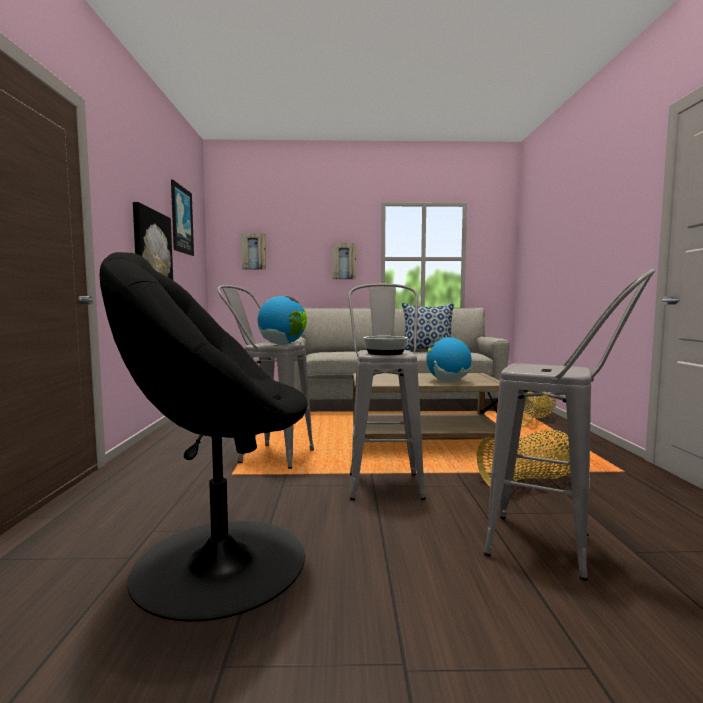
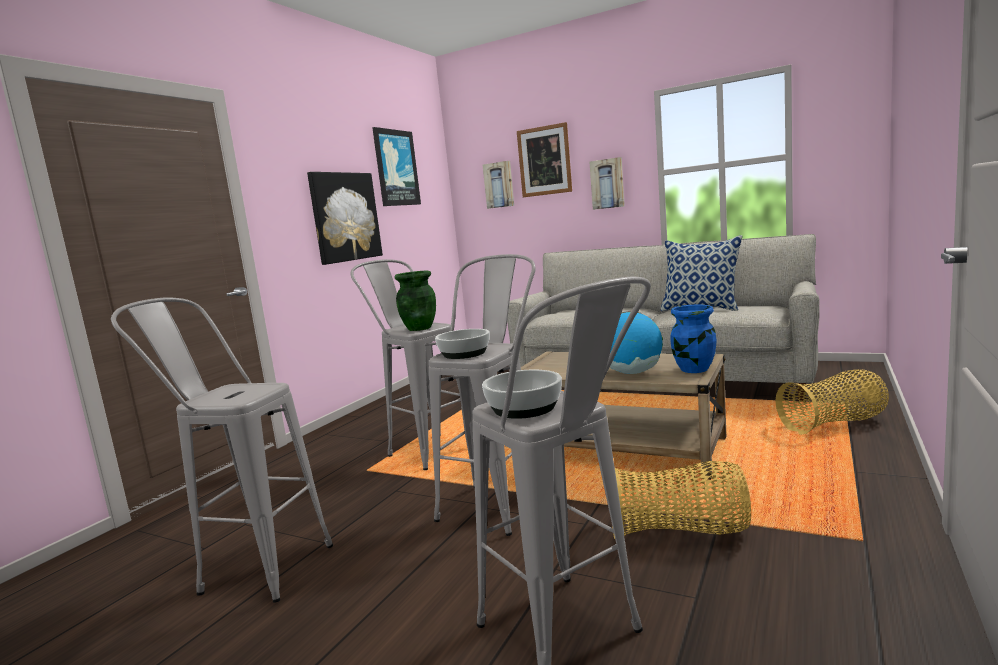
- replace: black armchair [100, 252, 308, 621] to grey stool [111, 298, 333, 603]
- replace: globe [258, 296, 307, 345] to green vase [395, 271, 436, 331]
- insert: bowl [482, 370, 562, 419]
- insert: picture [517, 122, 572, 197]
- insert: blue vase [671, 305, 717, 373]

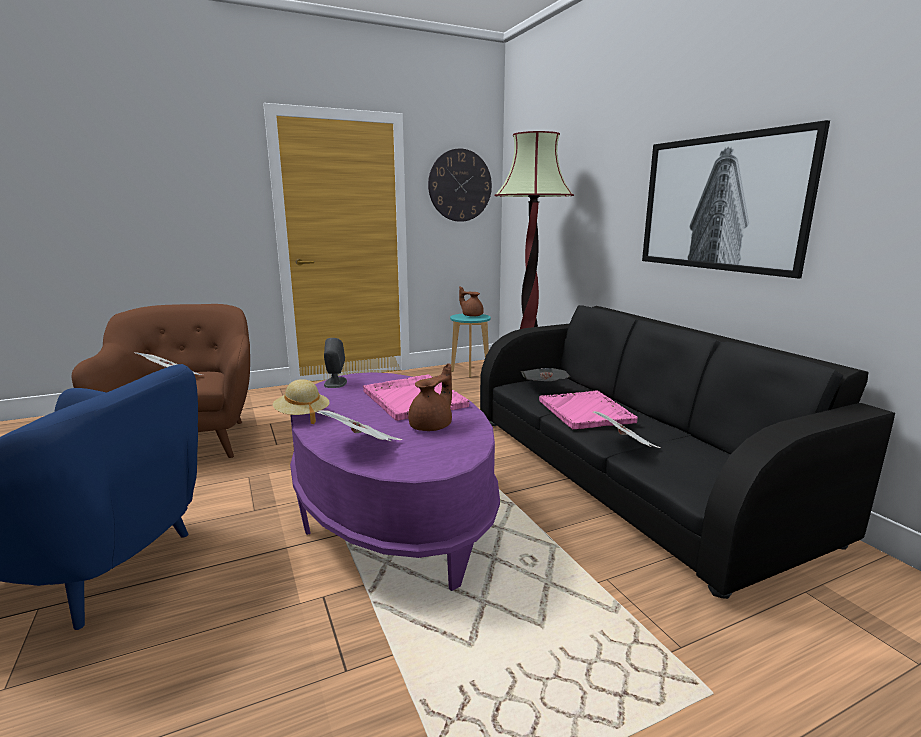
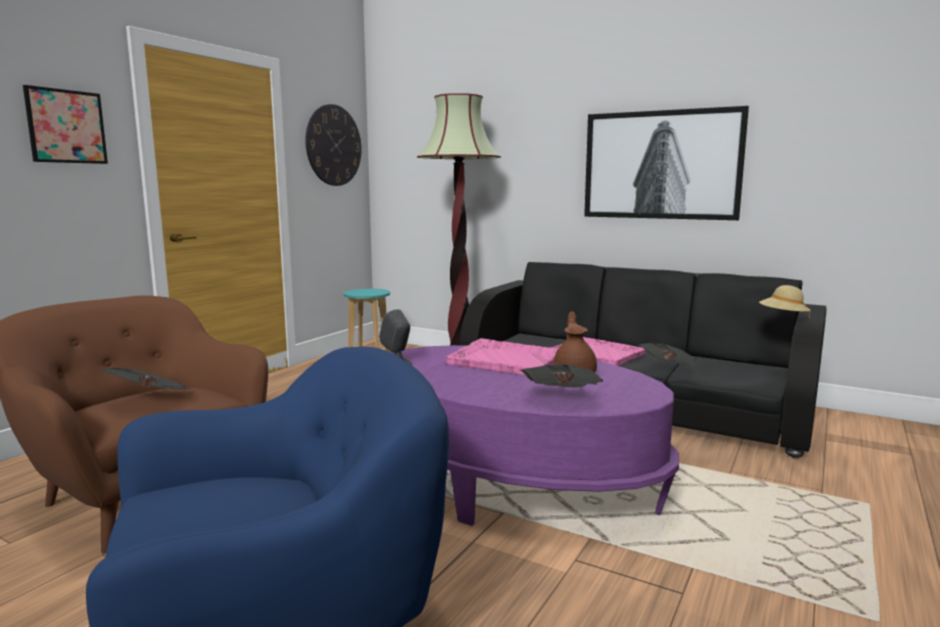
- move: beige hat [273, 379, 330, 424] to [759, 285, 811, 319]
- delete: brown teapot [459, 286, 484, 317]
- delete: newspaper [521, 368, 570, 381]
- insert: picture [23, 85, 108, 164]

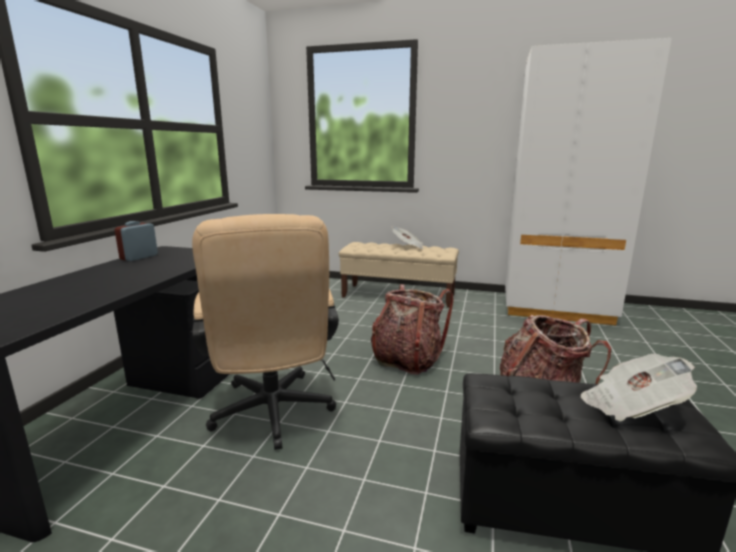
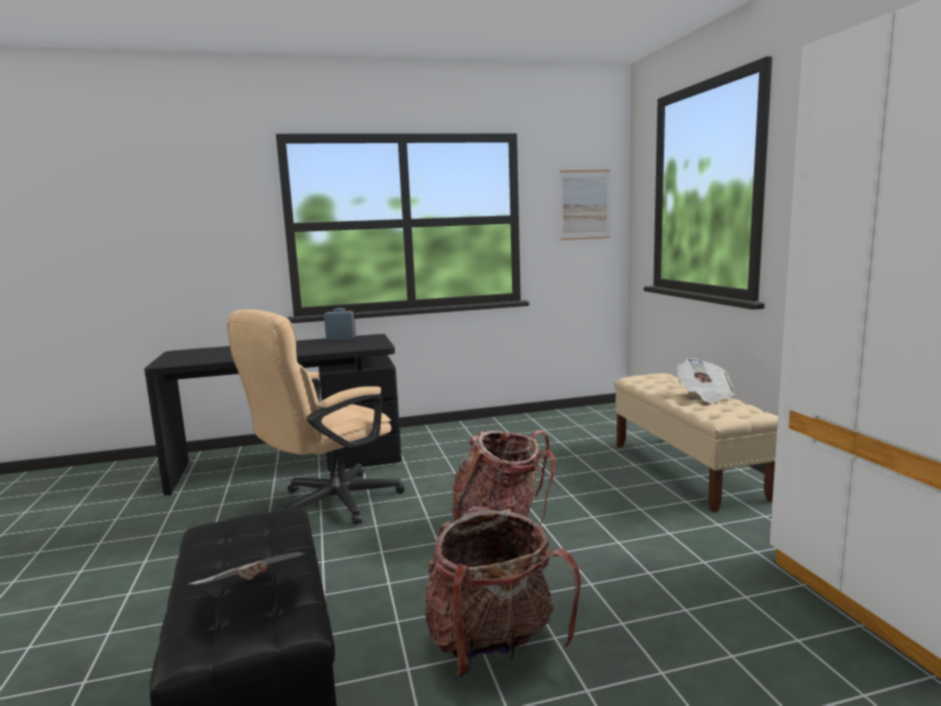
- insert: picture [560, 170, 610, 240]

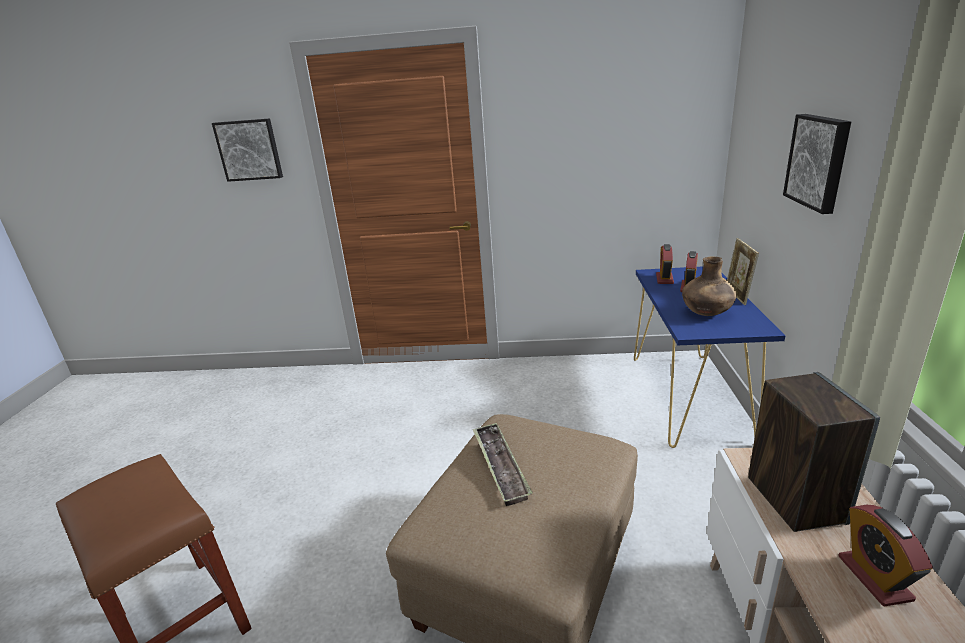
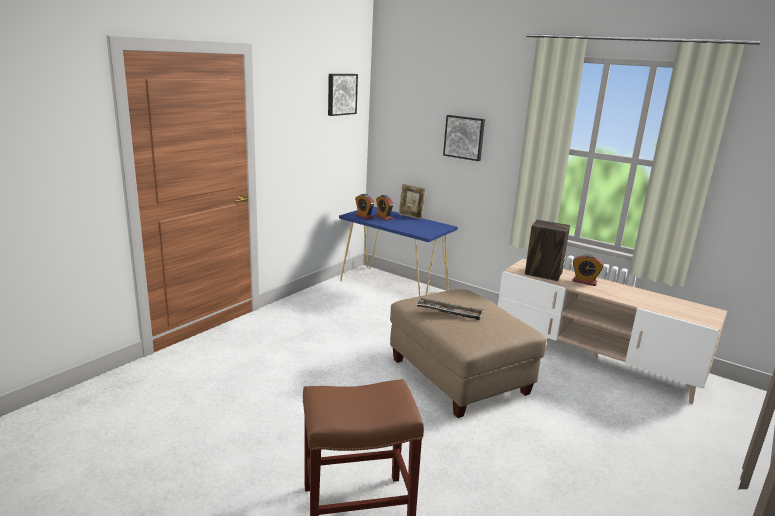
- move: picture [212, 118, 283, 182] to [328, 74, 358, 116]
- delete: brown vase [682, 256, 737, 316]

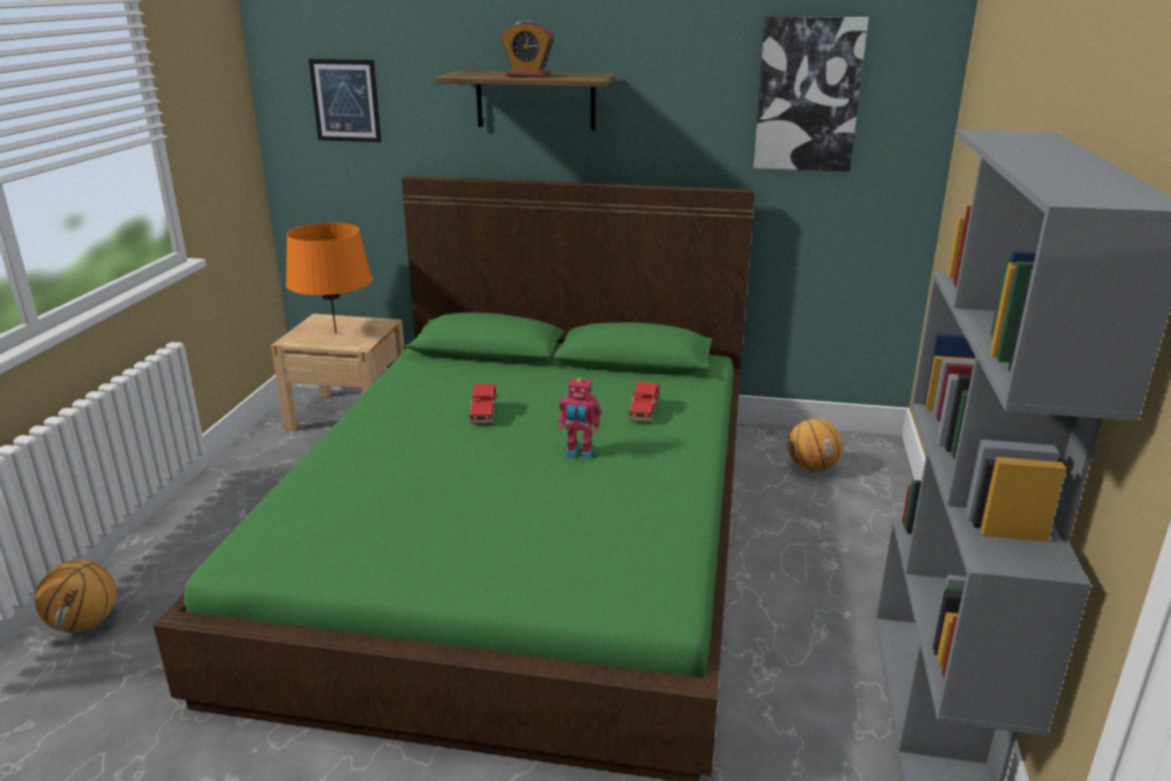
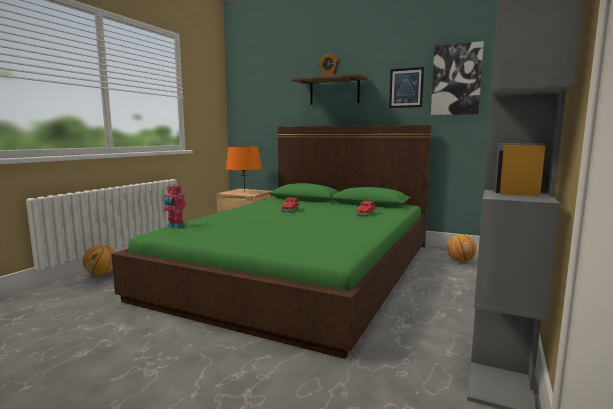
- move: picture [309, 59, 381, 142] to [389, 67, 424, 108]
- move: toy robot [558, 378, 601, 459] to [163, 184, 186, 228]

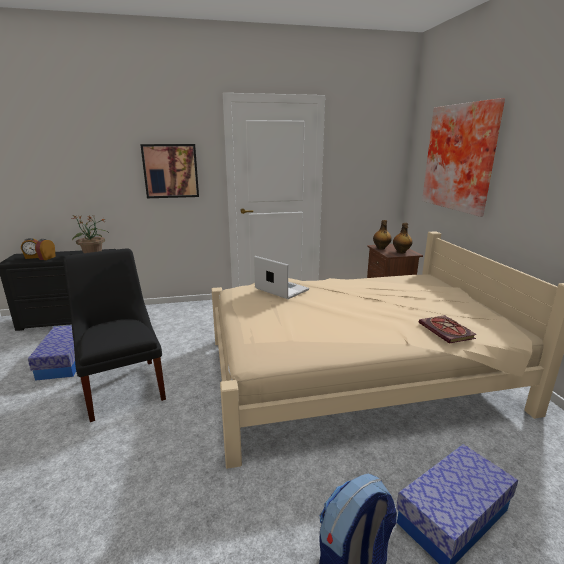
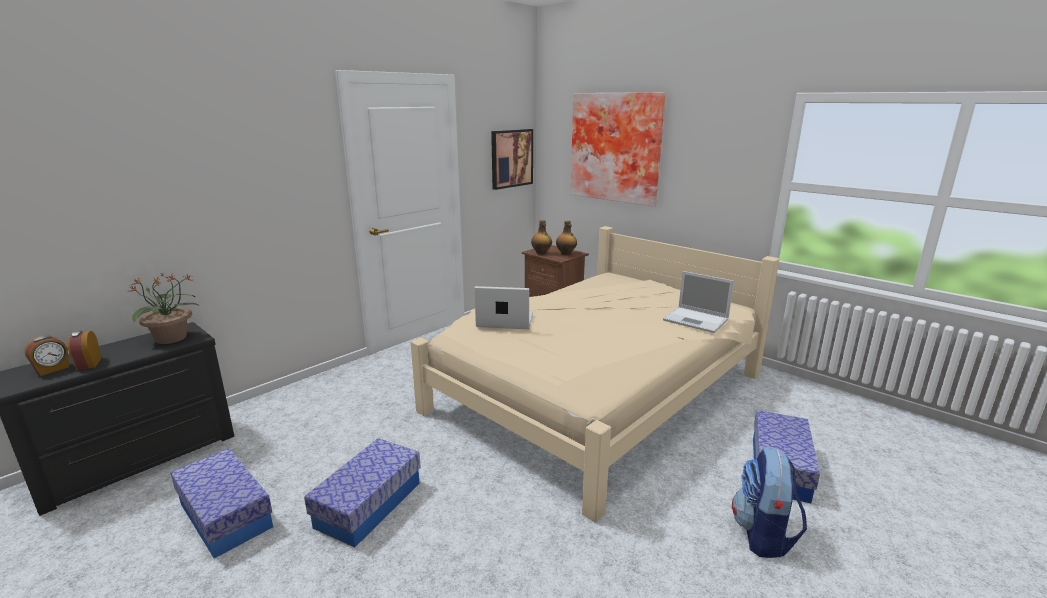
- replace: black chair [63, 248, 166, 422] to storage box [304, 438, 421, 547]
- move: picture [140, 144, 199, 198] to [491, 129, 533, 190]
- replace: book [419, 315, 477, 343] to laptop [663, 271, 734, 333]

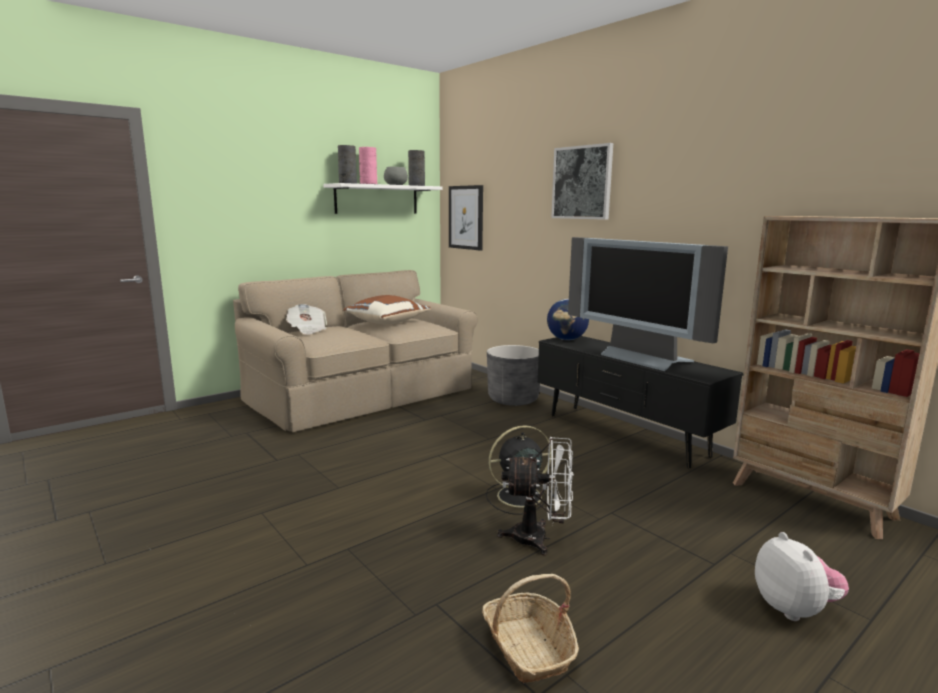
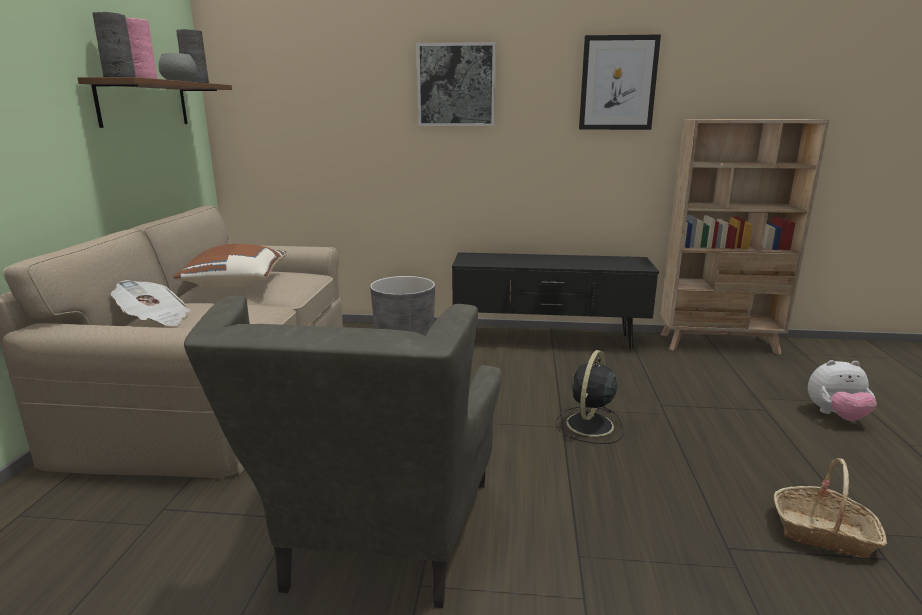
- recolor: white shelf [323, 183, 443, 214] to brown shelf [78, 77, 232, 128]
- move: picture [449, 185, 483, 250] to [579, 34, 661, 130]
- delete: white fan [497, 437, 574, 555]
- delete: globe [547, 299, 589, 340]
- delete: television [568, 237, 728, 371]
- rotate: plush toy [755, 532, 849, 621] = [808, 360, 877, 421] 150 degrees clockwise
- insert: grey armchair [184, 296, 502, 608]

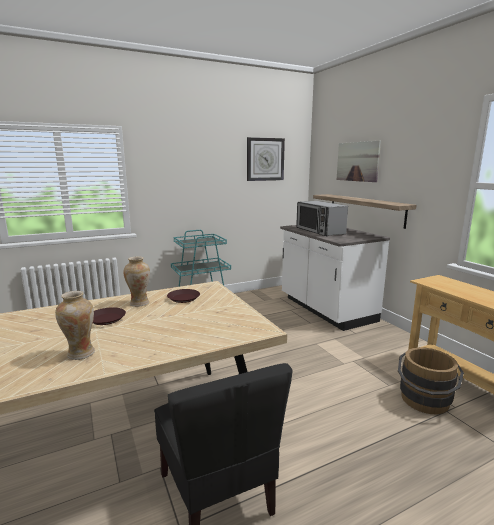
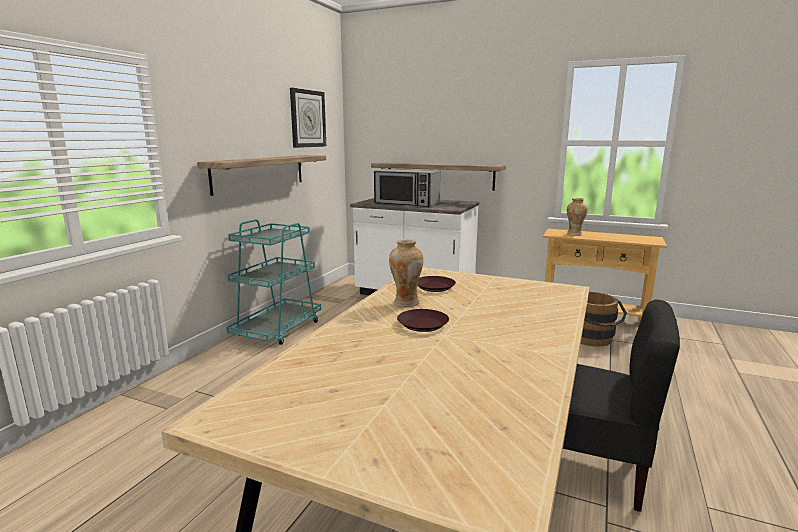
- move: vase [55, 291, 95, 360] to [567, 198, 588, 236]
- delete: picture [337, 141, 381, 182]
- insert: shelf [197, 155, 326, 196]

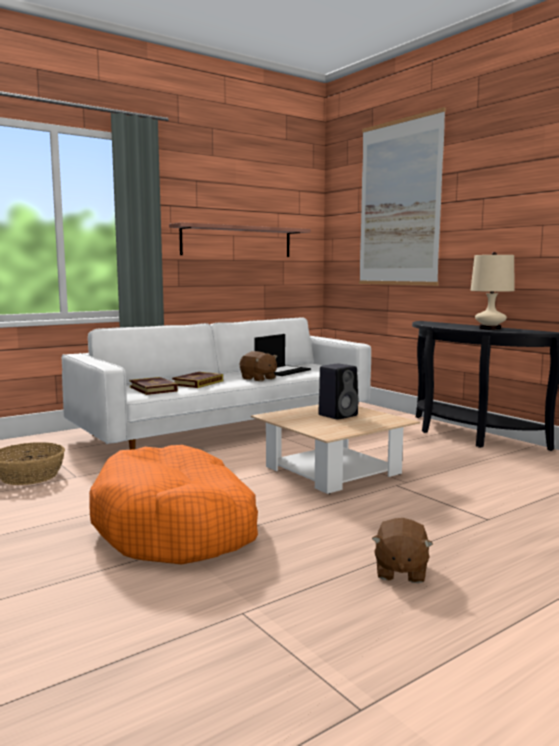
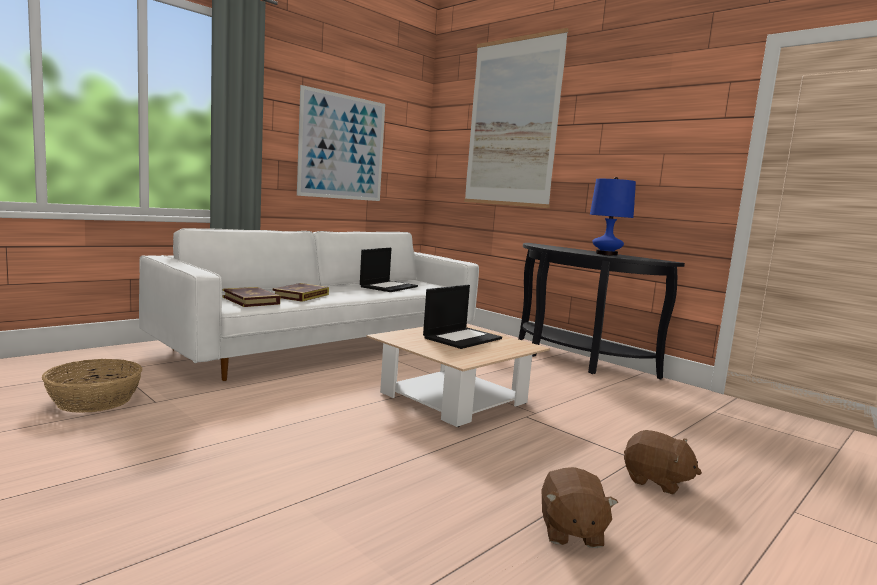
- delete: orange dog bed [89, 445, 258, 565]
- replace: shelf [169, 222, 311, 257] to picture [297, 85, 385, 201]
- move: brown plush toy [240, 351, 277, 382] to [624, 430, 702, 495]
- replace: black speaker [318, 363, 359, 420] to laptop [423, 285, 502, 349]
- recolor: beige table lamp [471, 252, 514, 330] to blue table lamp [590, 177, 636, 256]

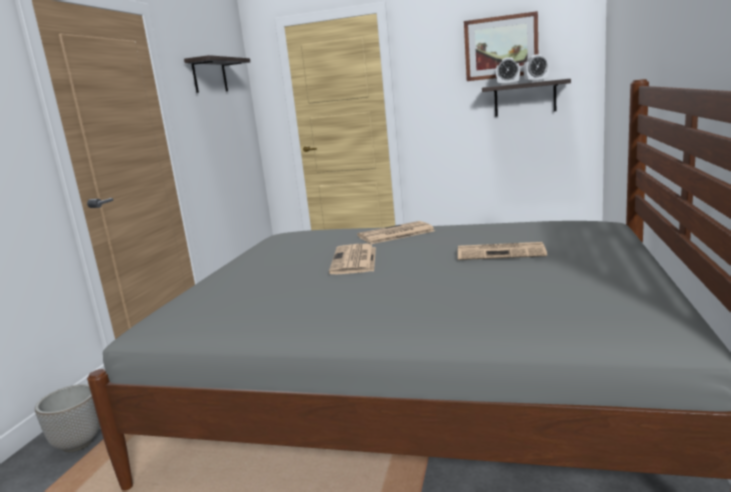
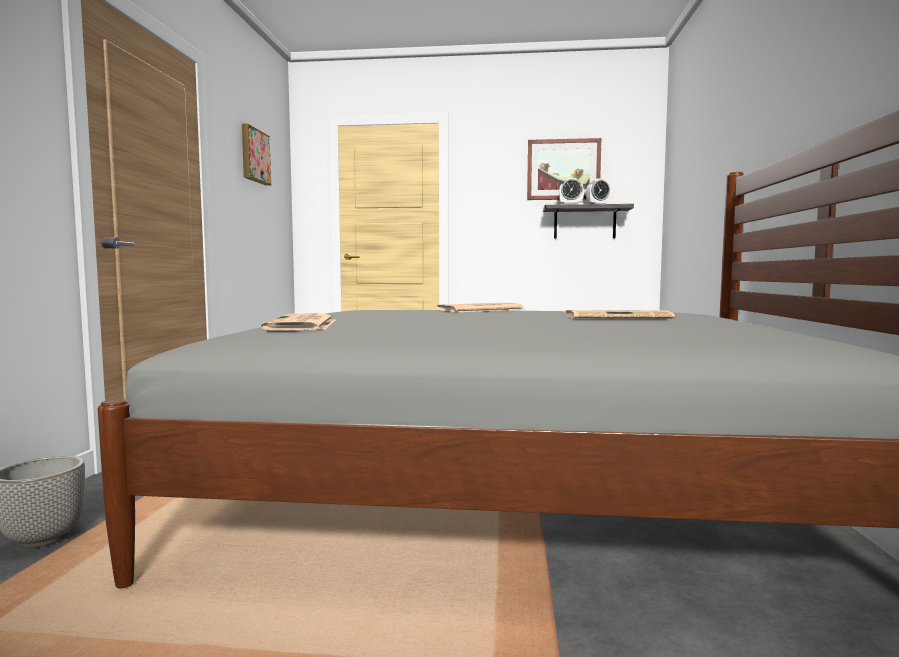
- replace: shelf [184, 55, 250, 93] to picture [242, 124, 271, 185]
- move: newspaper [329, 244, 376, 274] to [261, 313, 335, 330]

